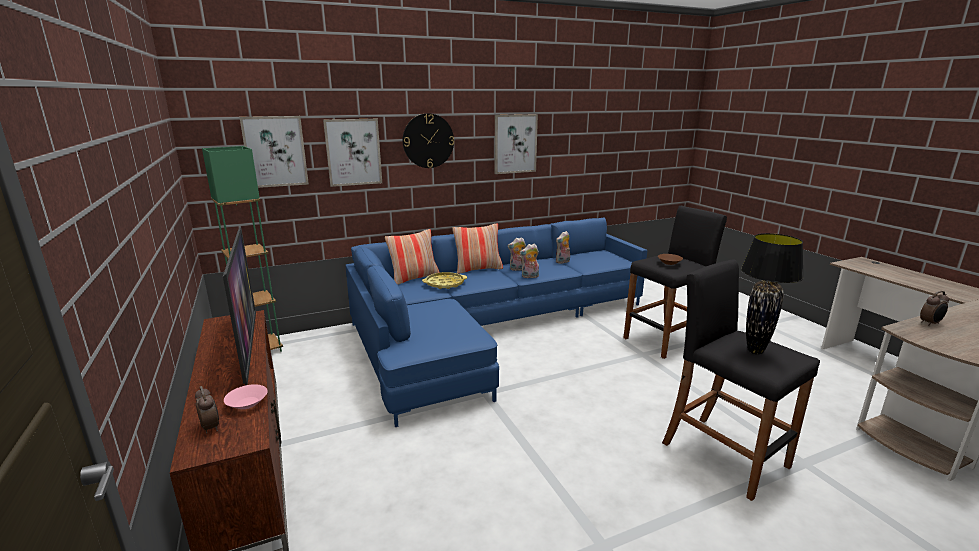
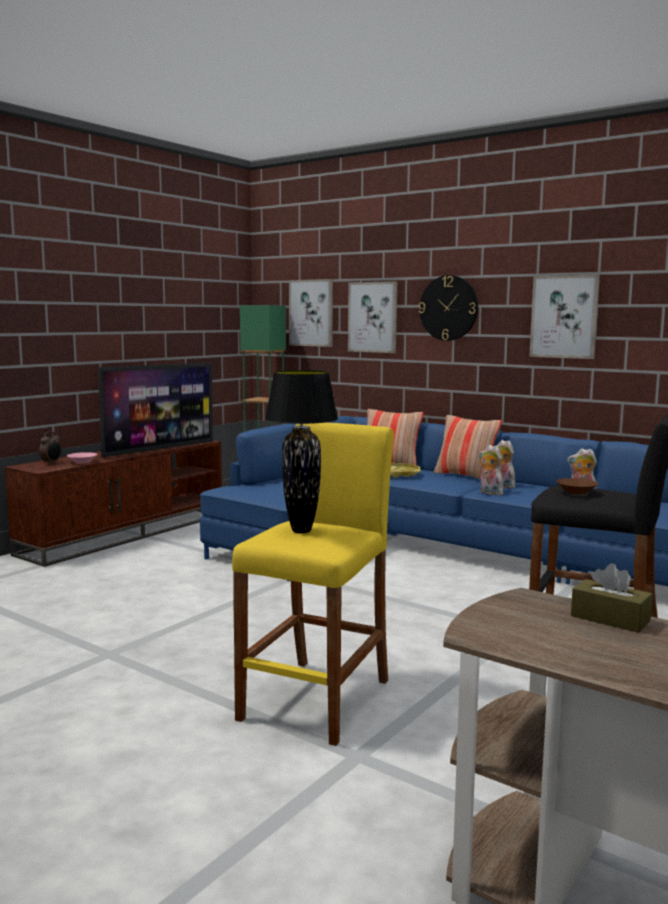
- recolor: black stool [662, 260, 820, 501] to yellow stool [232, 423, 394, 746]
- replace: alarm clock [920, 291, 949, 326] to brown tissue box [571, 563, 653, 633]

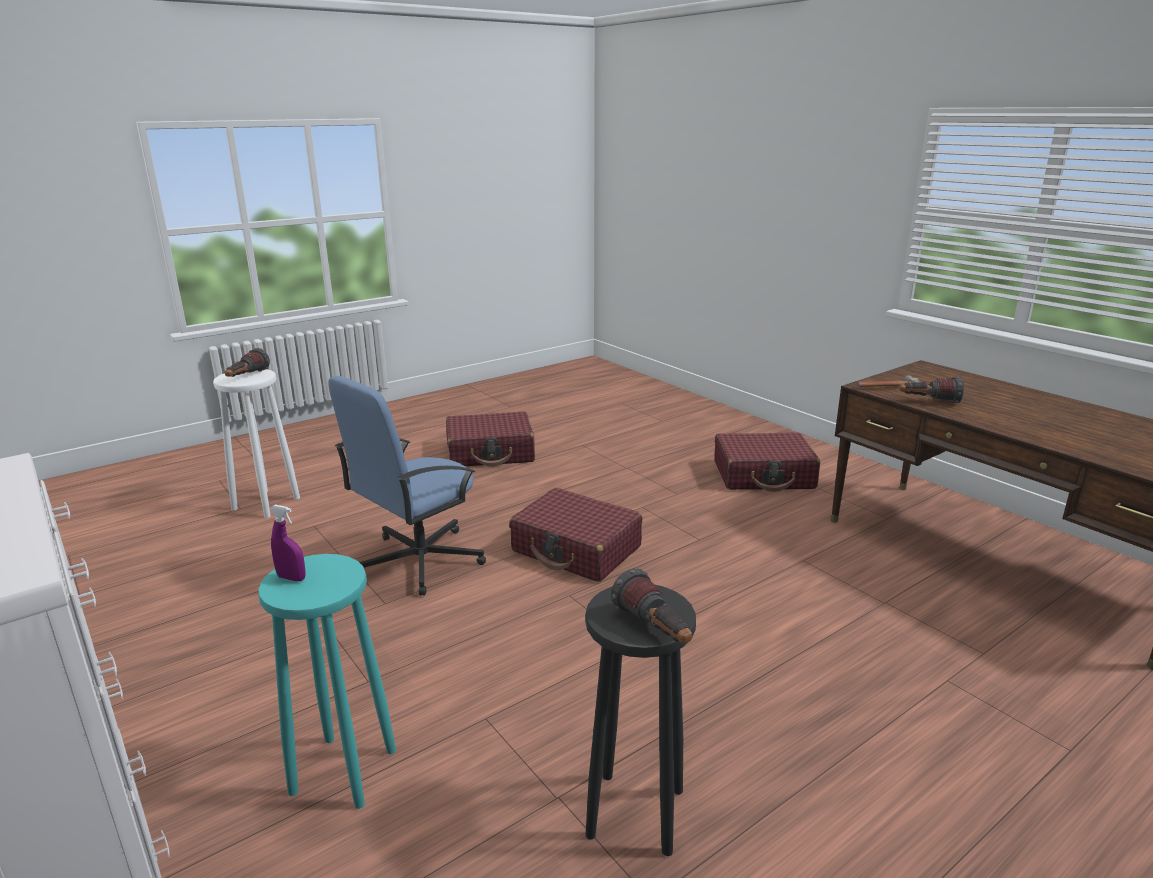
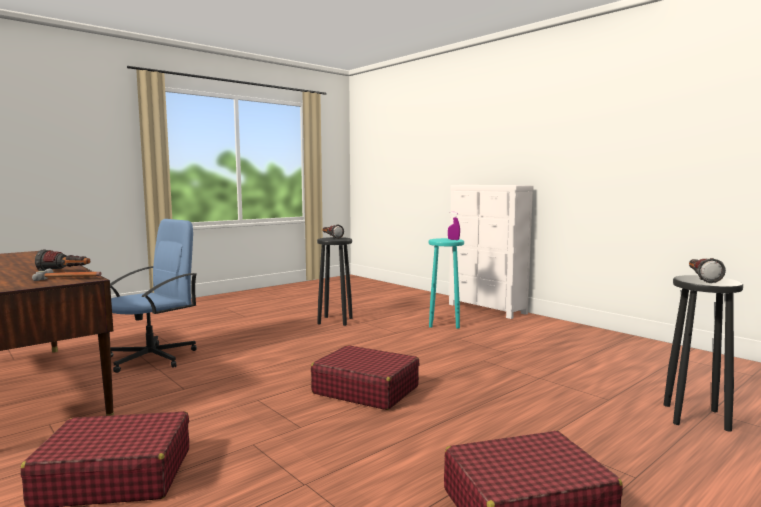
- recolor: white stool [213, 369, 300, 518] to black stool [664, 275, 743, 432]
- move: blue office chair [328, 376, 486, 596] to [110, 219, 197, 373]

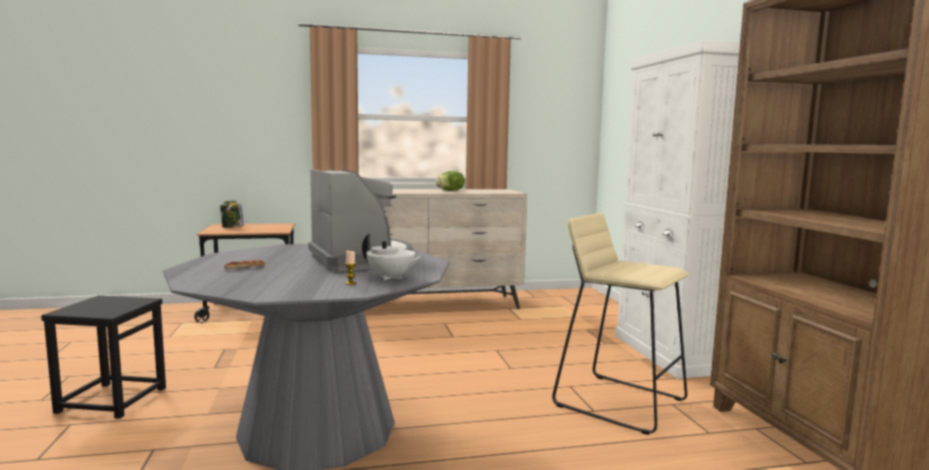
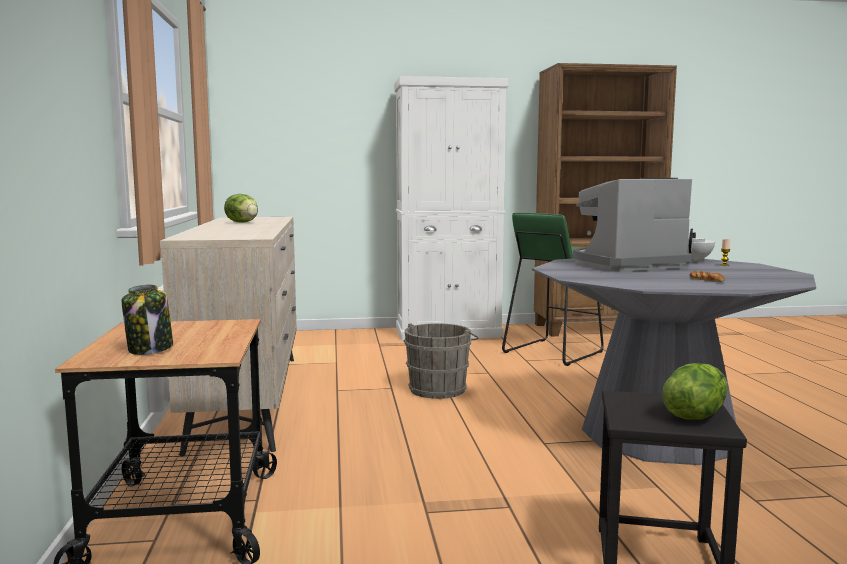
- recolor: beige stool [552, 213, 689, 435] to green stool [502, 213, 604, 366]
- insert: grey bucket [404, 323, 478, 399]
- insert: lettuce [662, 363, 727, 420]

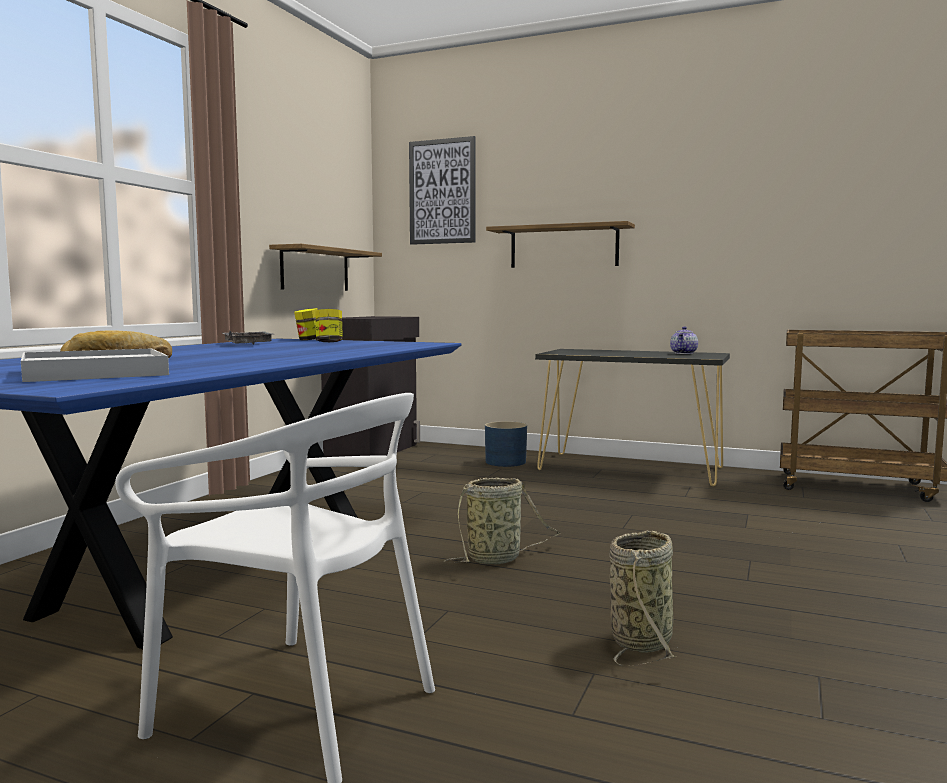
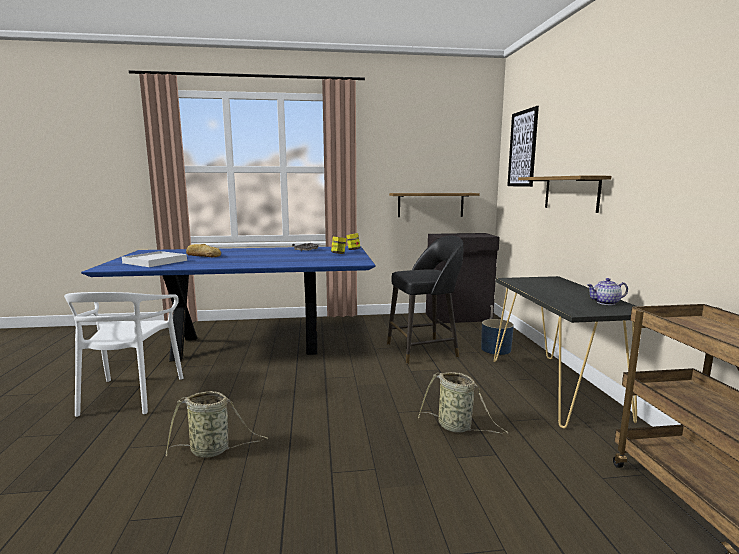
- move: basket [444, 478, 560, 564] to [418, 372, 508, 433]
- insert: black stool [387, 236, 463, 364]

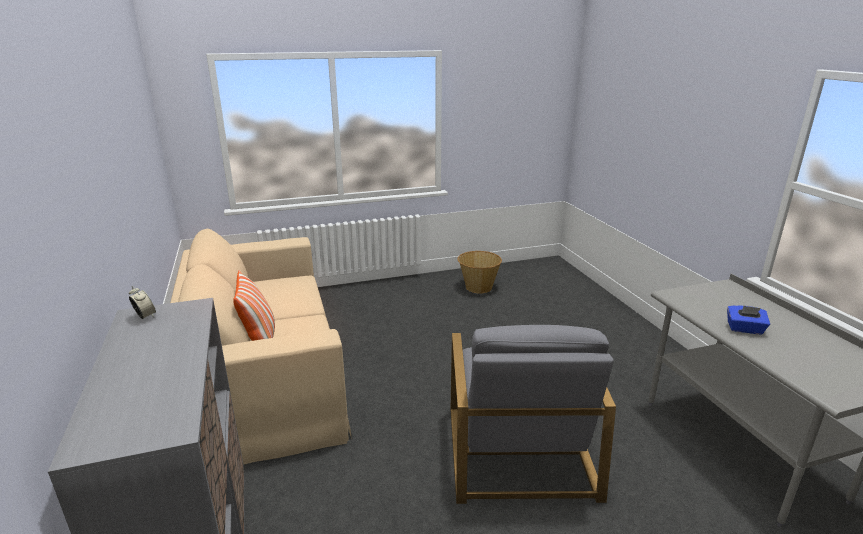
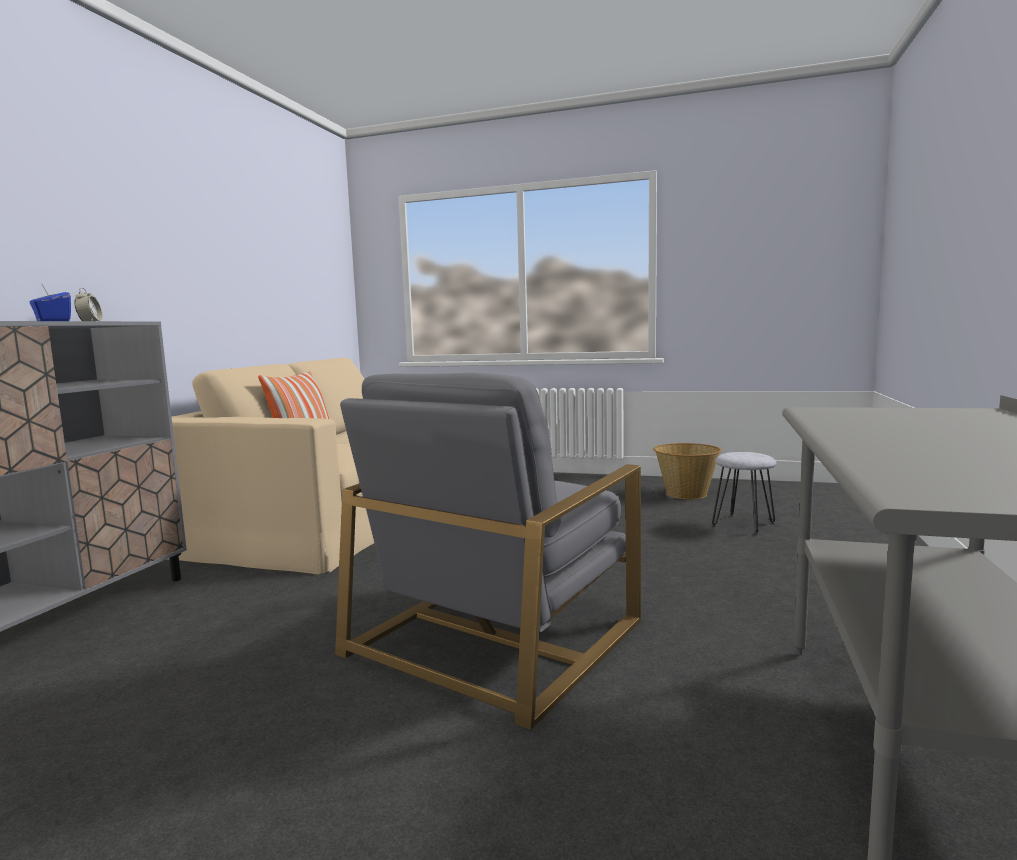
- move: blue tissue box [727, 305, 770, 334] to [30, 284, 71, 321]
- insert: grey stool [712, 452, 777, 535]

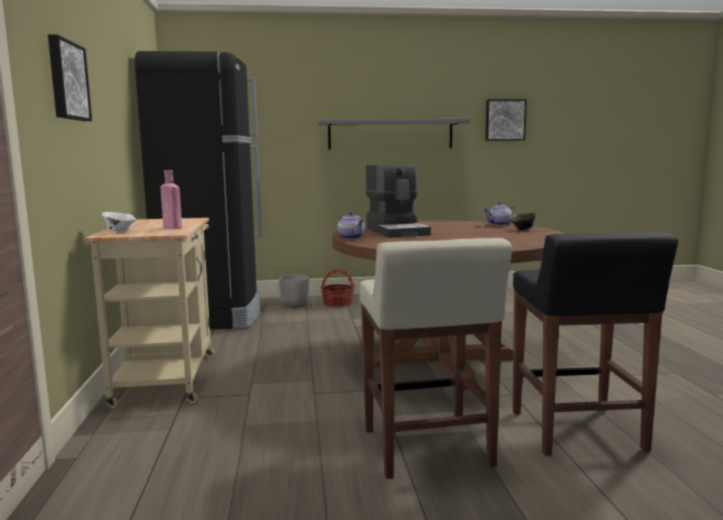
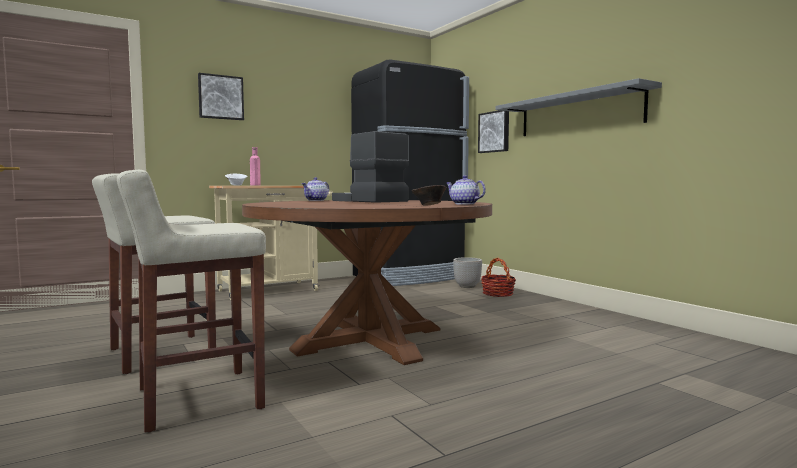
- rotate: coffee machine [366, 163, 431, 238] = [332, 131, 409, 203] 90 degrees clockwise
- move: picture [485, 99, 527, 141] to [478, 110, 509, 153]
- recolor: black stool [513, 232, 678, 456] to beige stool [117, 170, 266, 432]

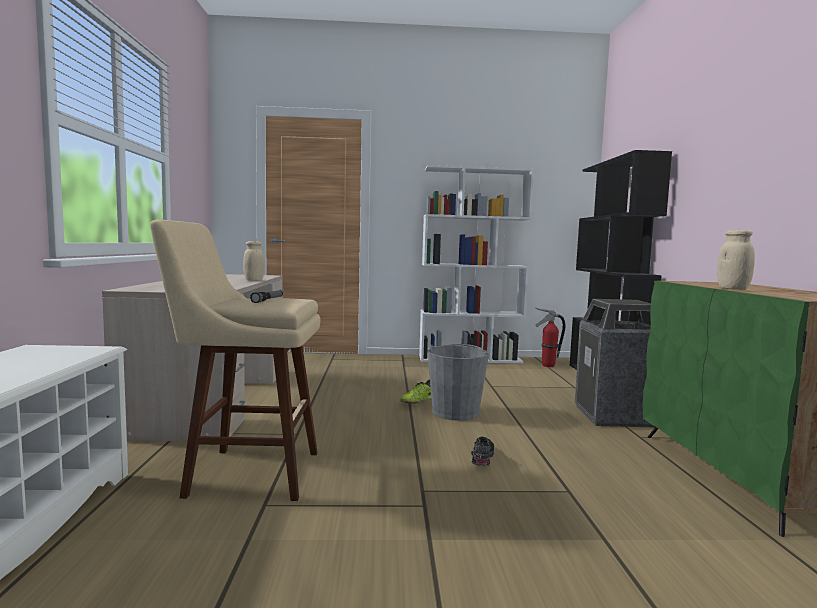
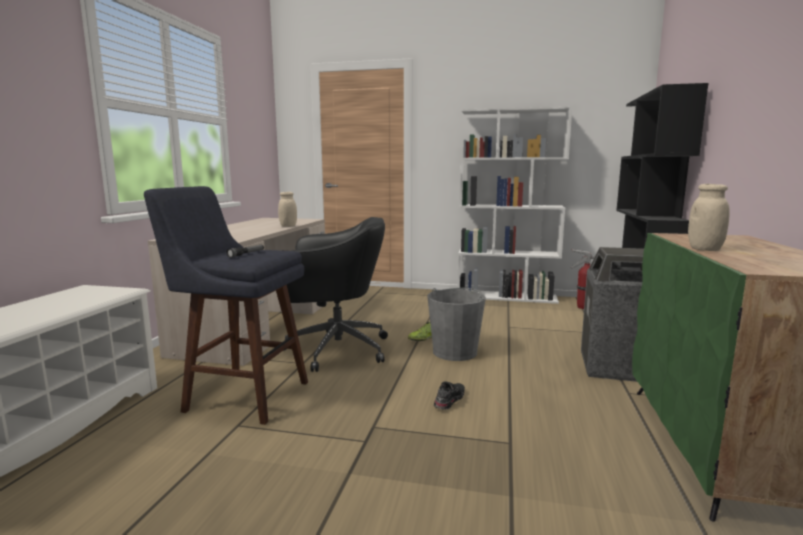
- recolor: beige stool [150, 220, 320, 501] to blue stool [144, 186, 308, 425]
- insert: black office chair [283, 217, 388, 372]

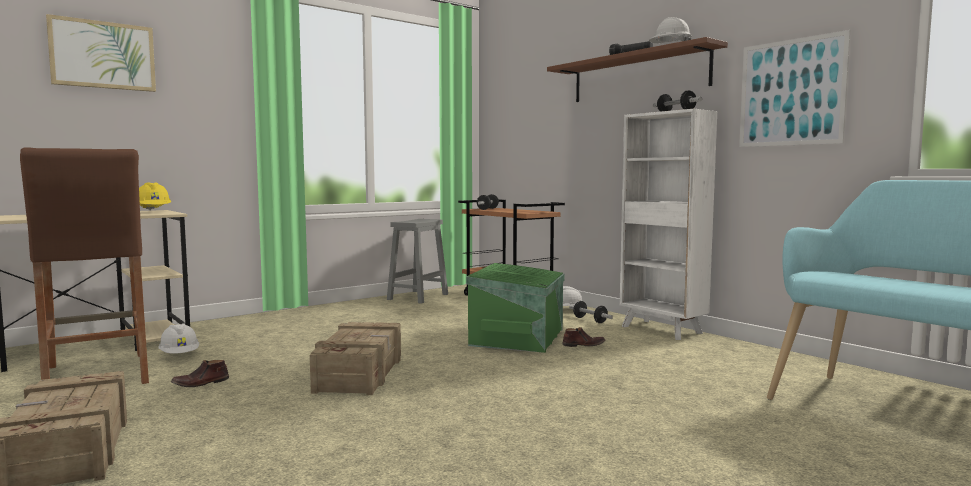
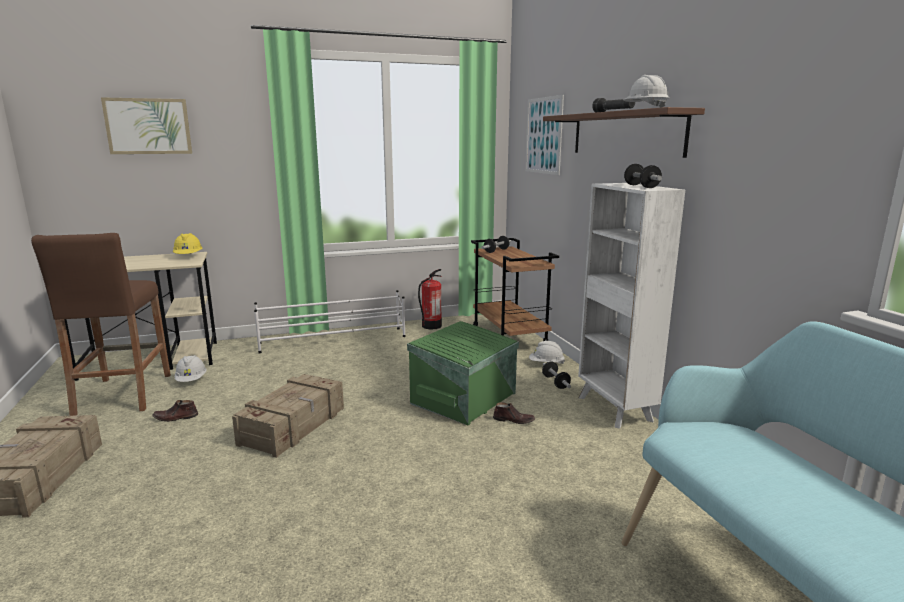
- replace: grey stool [387, 219, 448, 304] to fire extinguisher [418, 269, 442, 330]
- move: picture [739, 30, 850, 147] to [525, 95, 564, 175]
- insert: white shoe rack [254, 290, 406, 353]

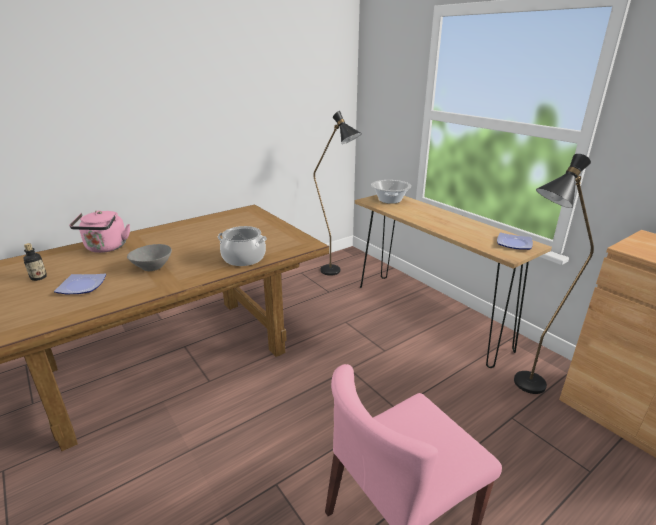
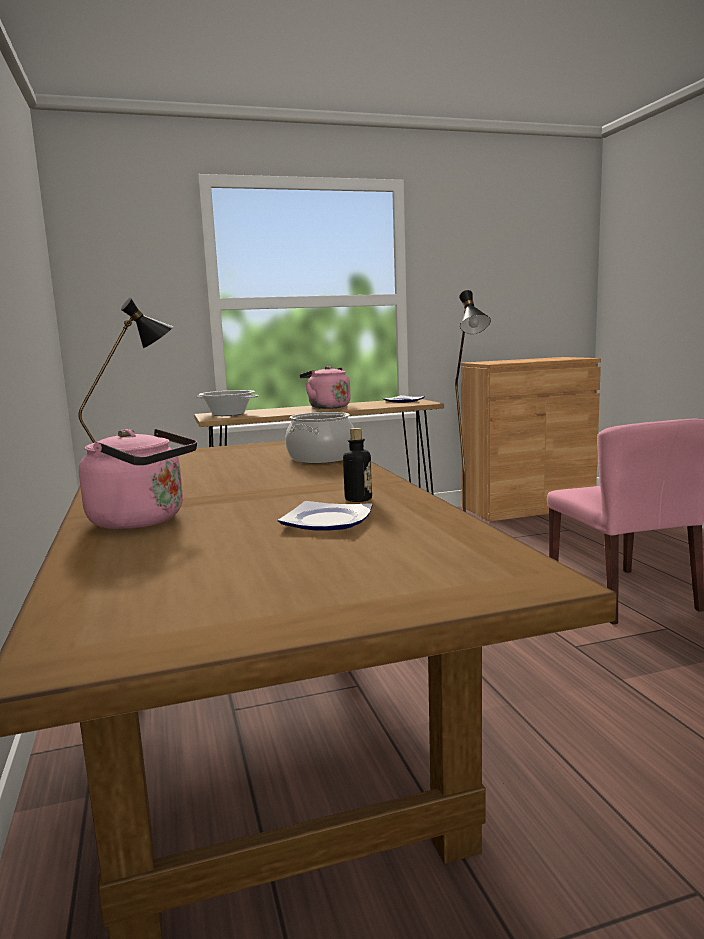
- move: bottle [23, 243, 47, 281] to [343, 428, 372, 502]
- delete: grey bowl [127, 244, 172, 271]
- insert: pink kettle [299, 366, 351, 409]

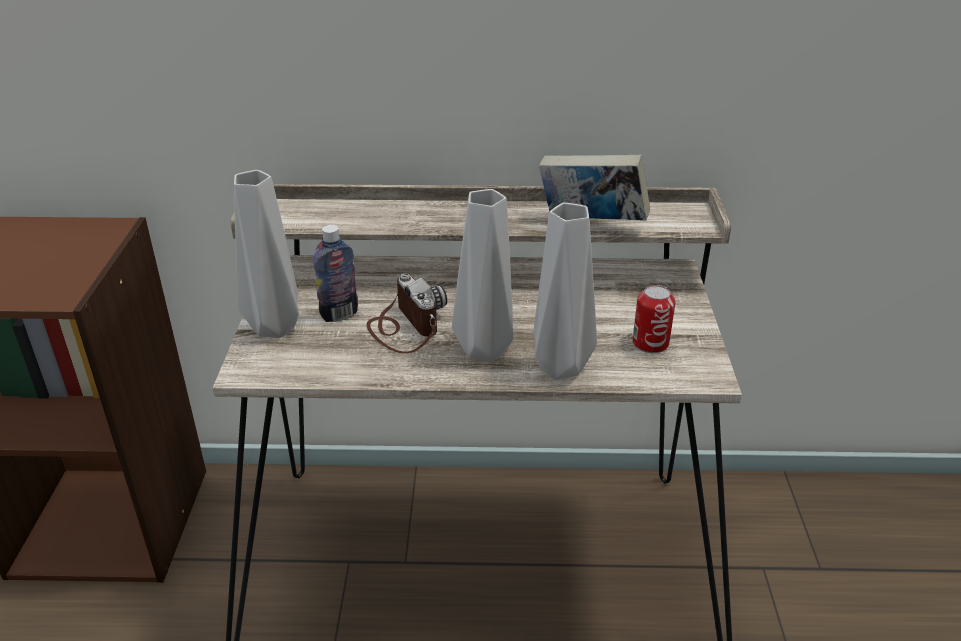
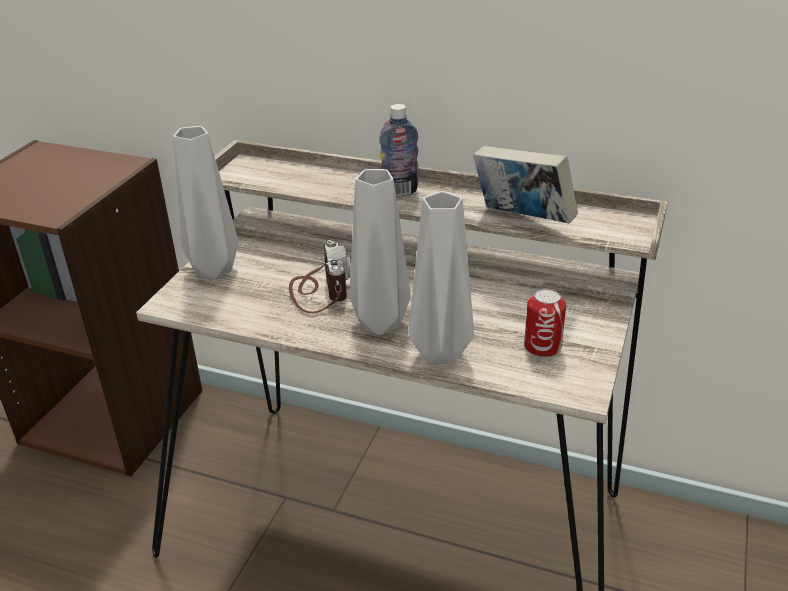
- move: bottle [313, 225, 358, 322] to [379, 104, 419, 197]

